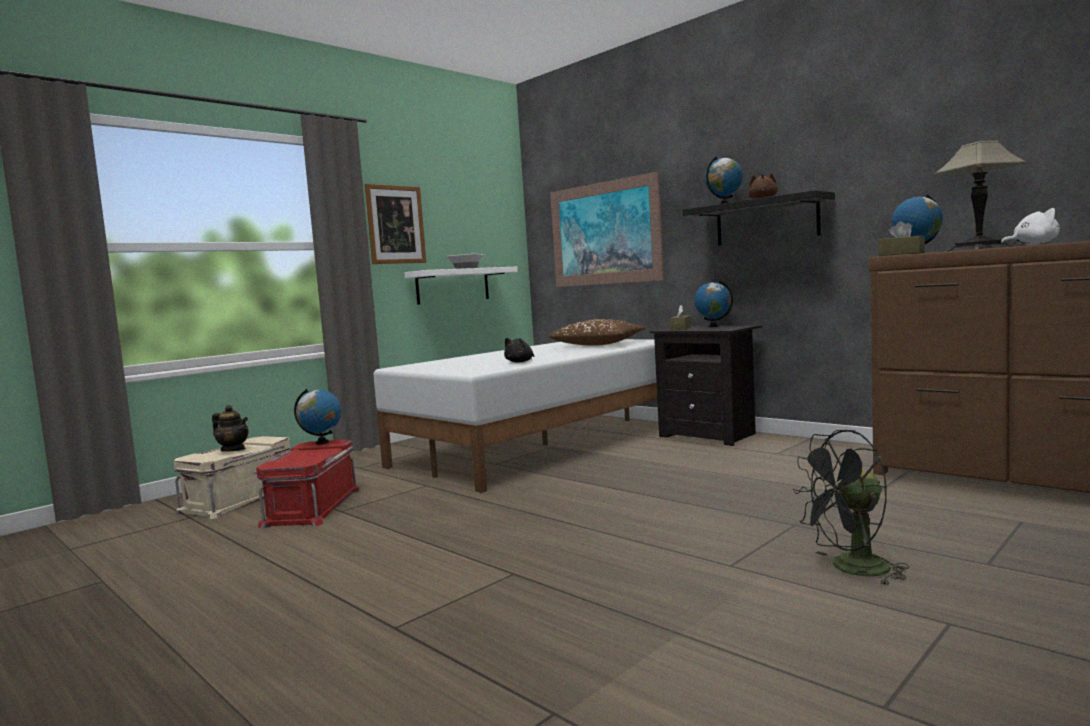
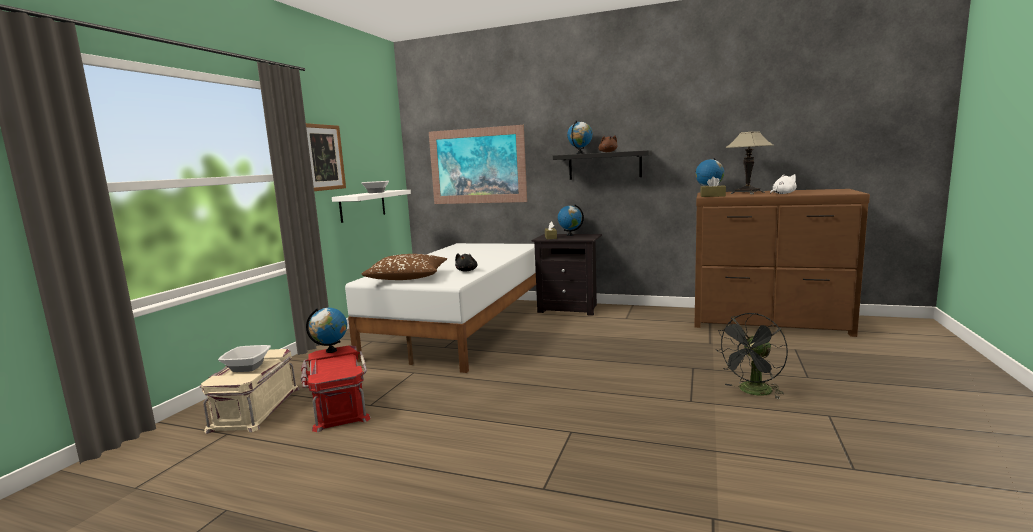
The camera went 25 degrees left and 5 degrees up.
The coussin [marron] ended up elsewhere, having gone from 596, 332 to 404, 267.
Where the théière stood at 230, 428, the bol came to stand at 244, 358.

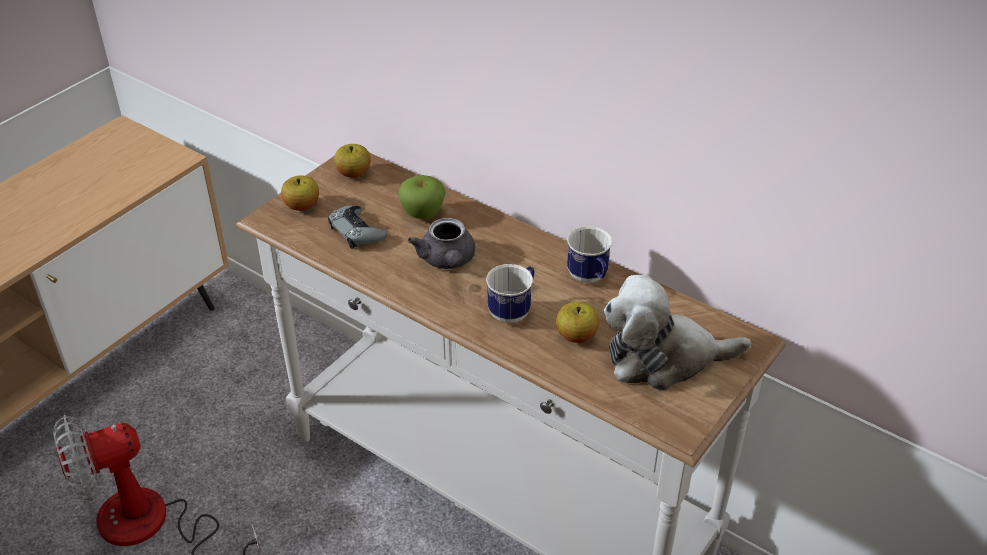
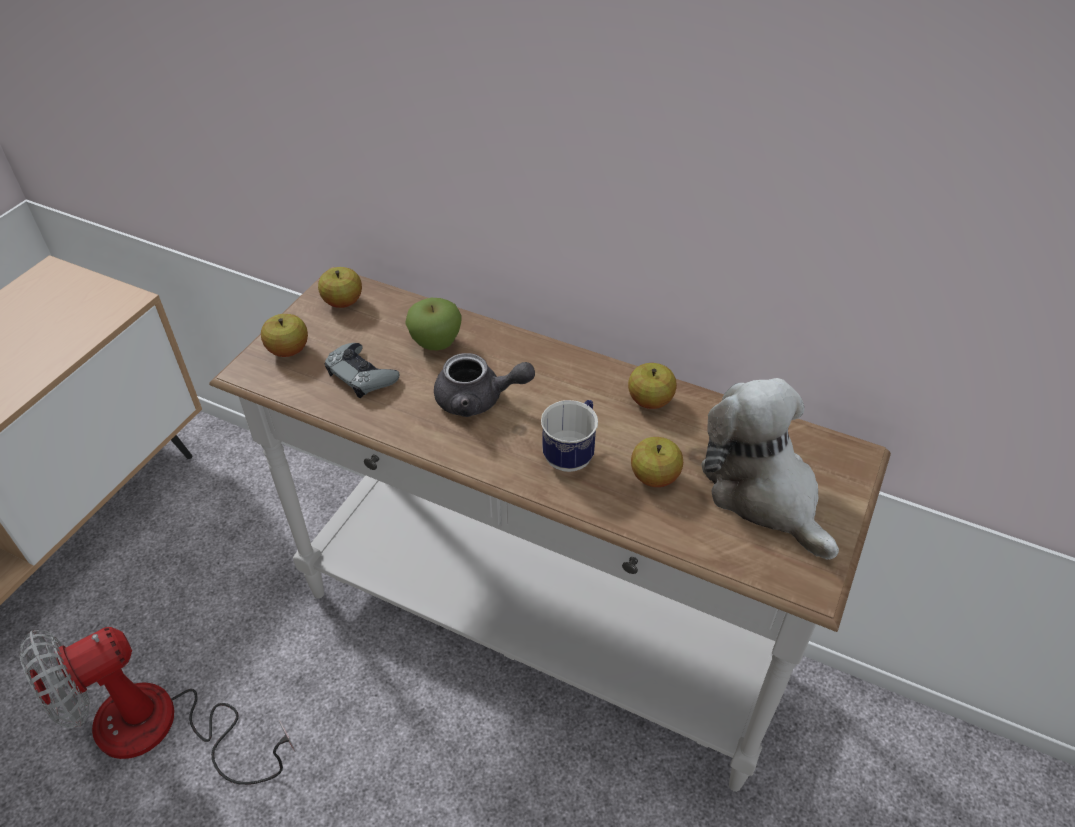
The camera went 10 degrees left and 5 degrees up.
The théière [gris] at 441, 243 ended up facing another way, 60 degrees counterclockwise from before.
Where the mug stood at 589, 254, the pomme came to stand at 652, 386.
The peluche at 677, 333 ended up facing another way, 75 degrees clockwise from before.

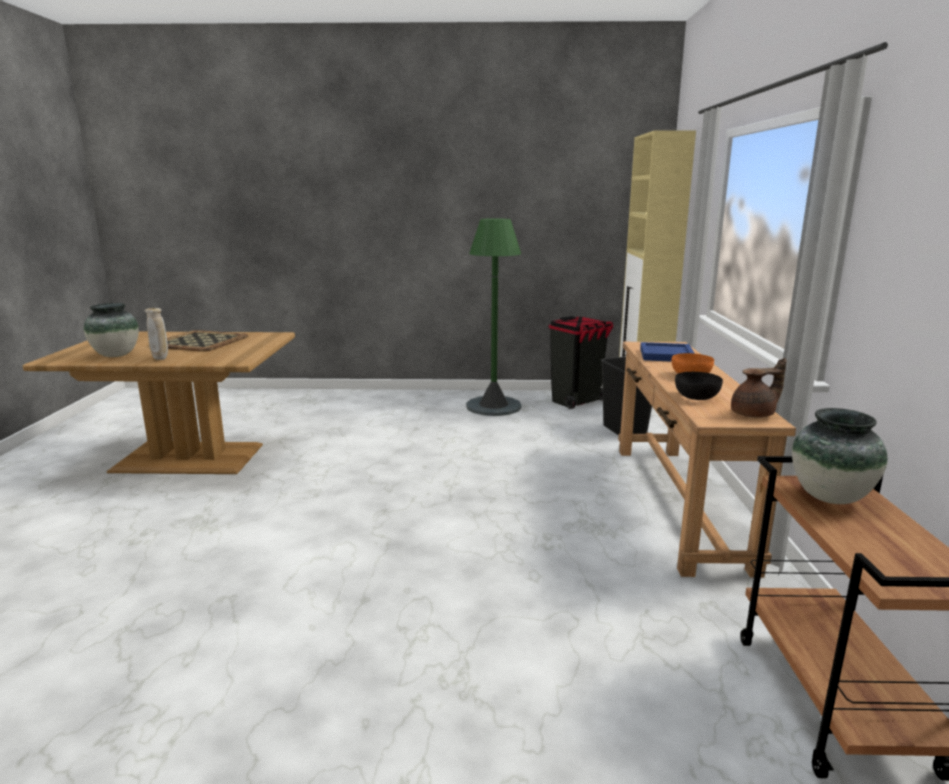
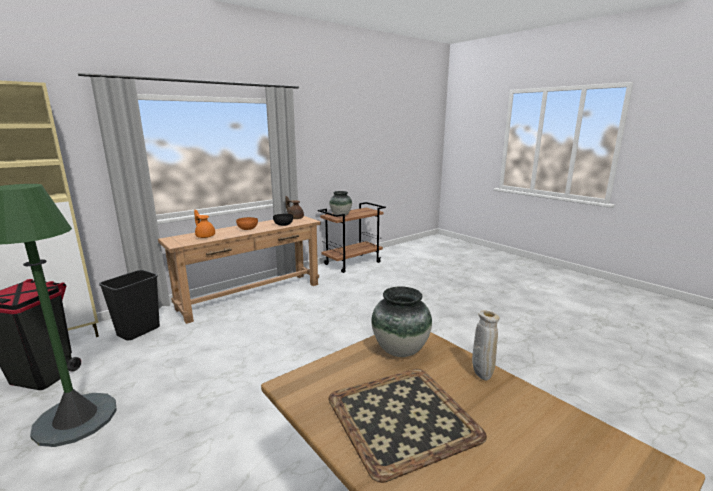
The camera went 130 degrees left and 0 degrees up.
The vase ended up elsewhere, having gone from 111, 330 to 401, 321.
Where the plateau [bleu] stood at 667, 352, the théière [orange] came to stand at 204, 224.

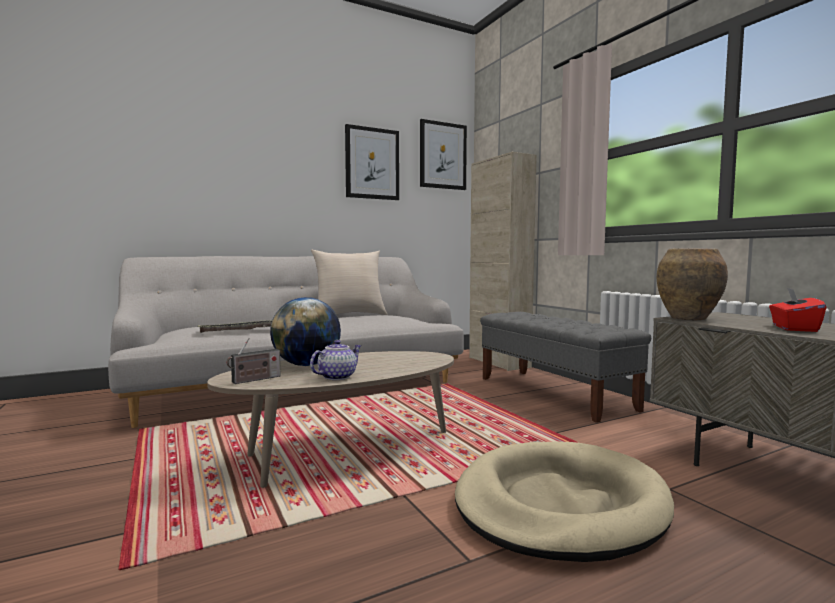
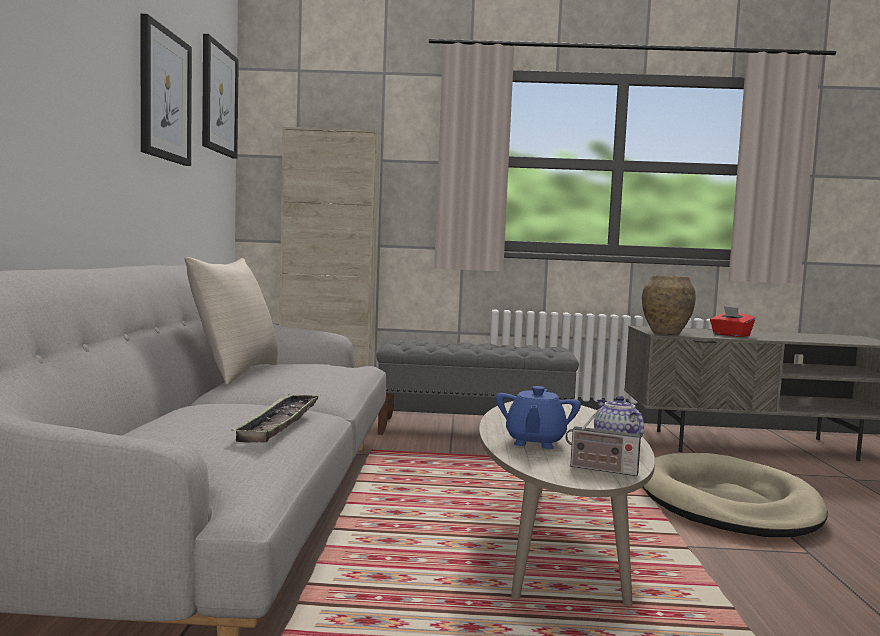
The camera went 60 degrees left and 0 degrees up.
Where the globe stood at 305, 331, the théière [bleu] came to stand at 538, 417.
The radio at 254, 361 ended up facing another way, 120 degrees clockwise from before.

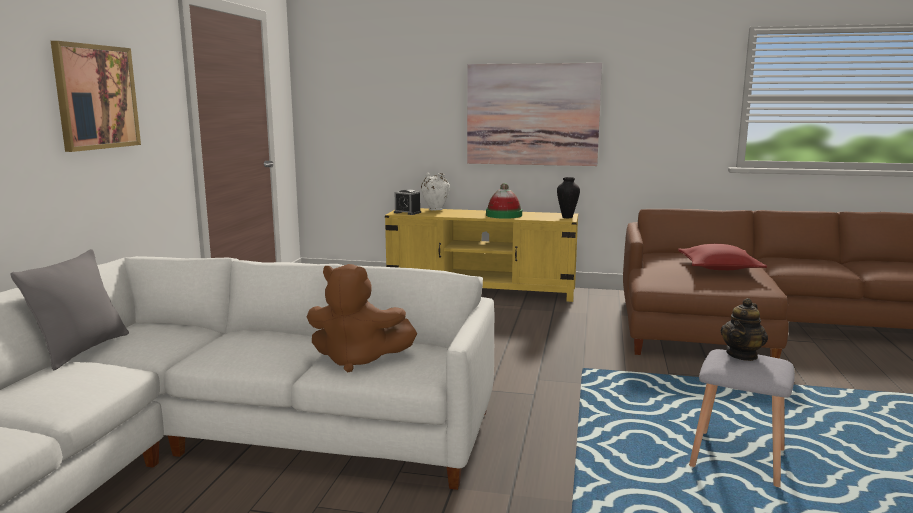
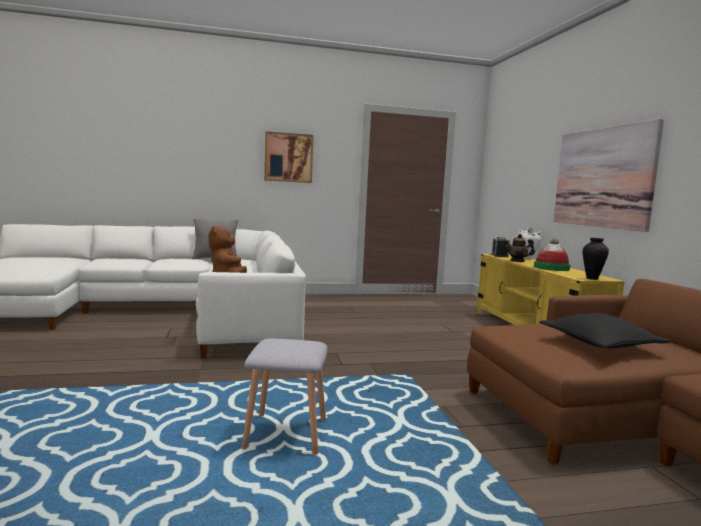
The camera went 65 degrees right and 5 degrees down.
What was the coussin [rouge] at 722, 257 turned into the coussin [noir] at 605, 330.
The théière ended up elsewhere, having gone from 744, 329 to 519, 248.

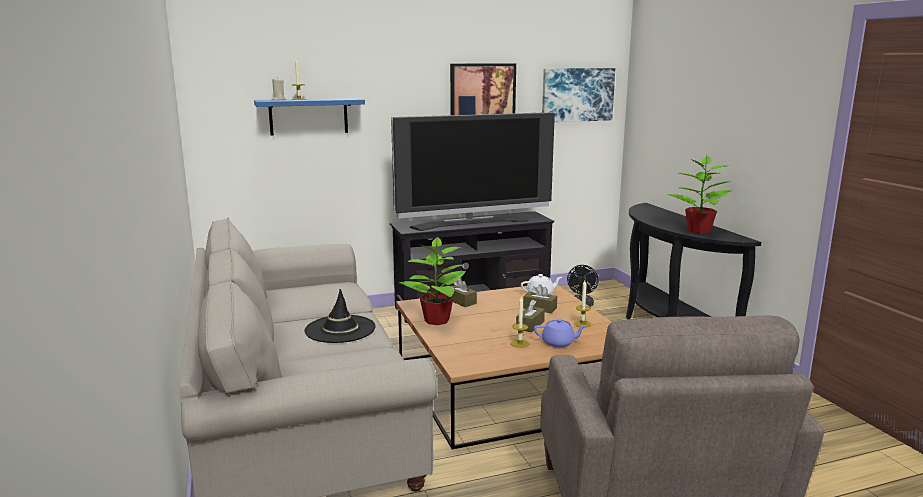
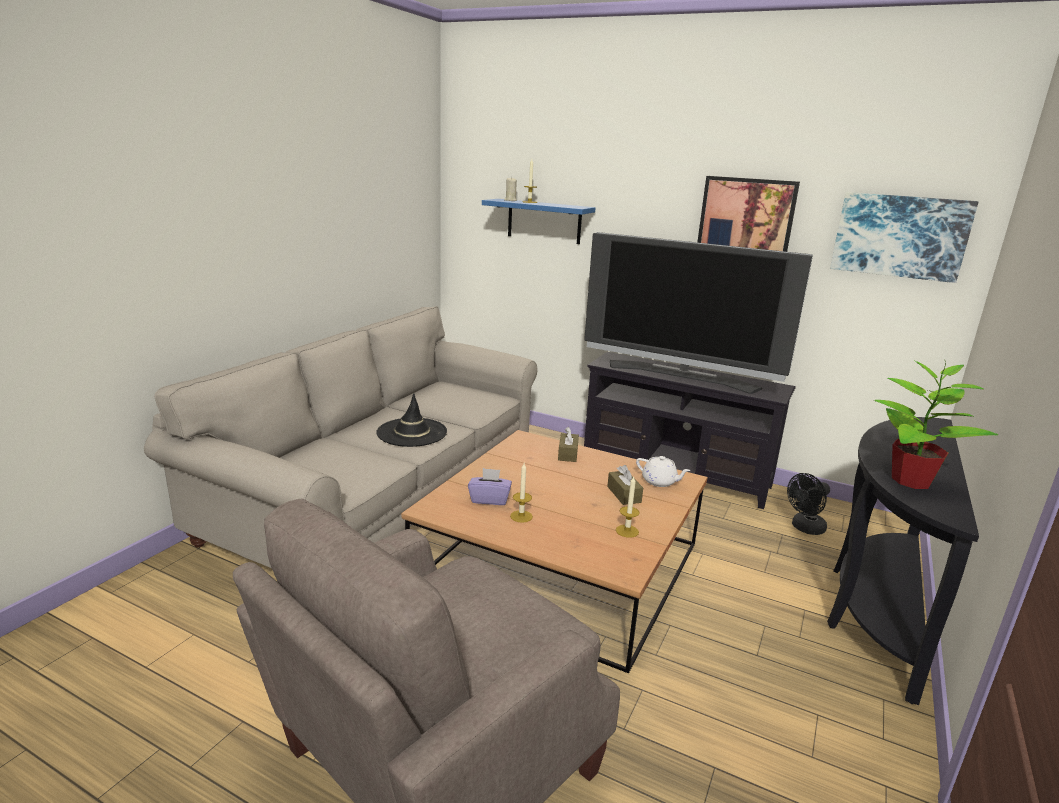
The camera went 45 degrees right and 5 degrees up.
The second view lost the plante en pot at 432, 281.
The second view lost the boîte à mouchoirs [marron] at 530, 316.
The second view lost the théière [violet] at 560, 332.
The second view gained the boîte à mouchoirs [violet] at 490, 486.

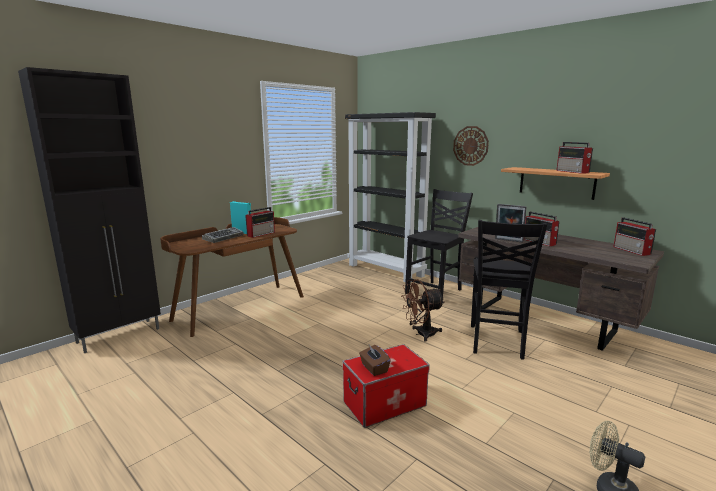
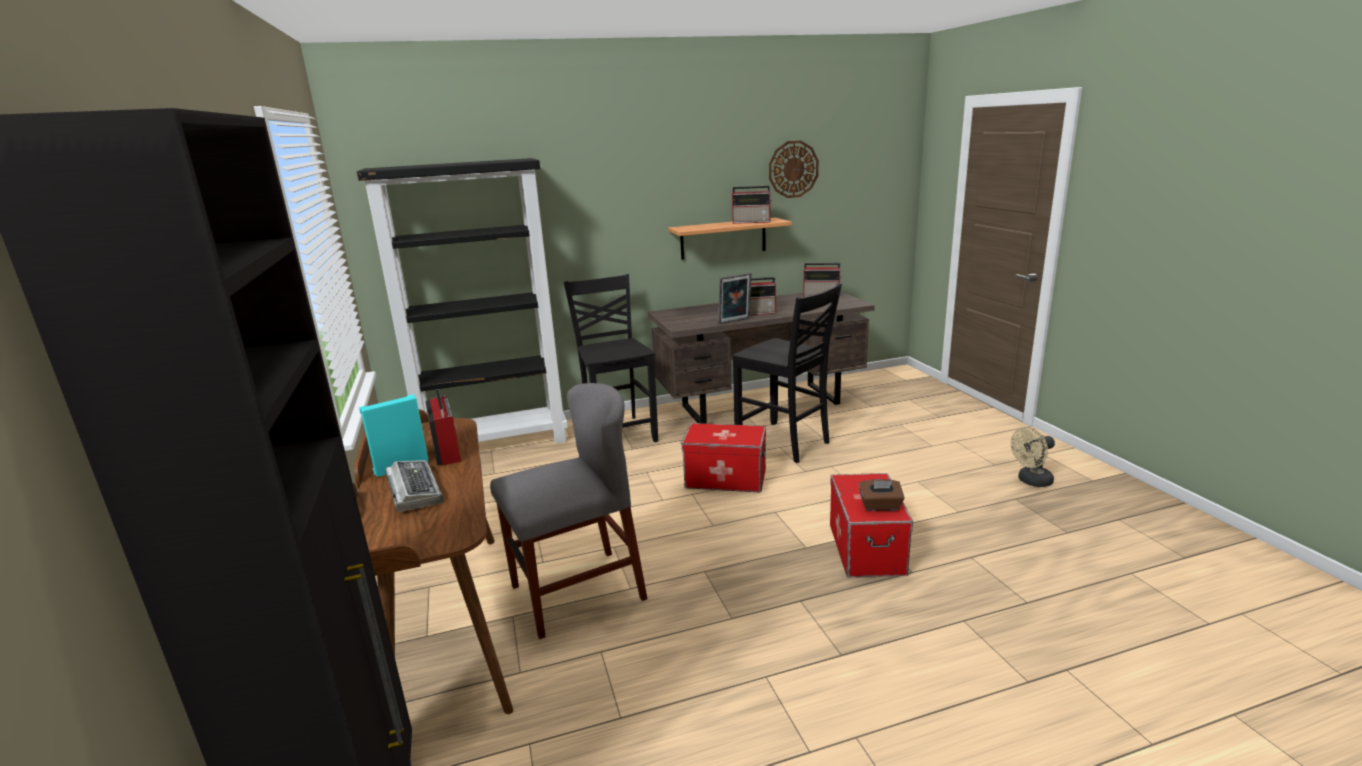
The camera went 60 degrees left and 5 degrees up.
The horloge murale ended up elsewhere, having gone from 471, 146 to 794, 169.
Where the ventilateur [marron] stood at 423, 310, the boîte de rangement came to stand at 724, 458.
The second view gained the chaise [gris] at 568, 511.

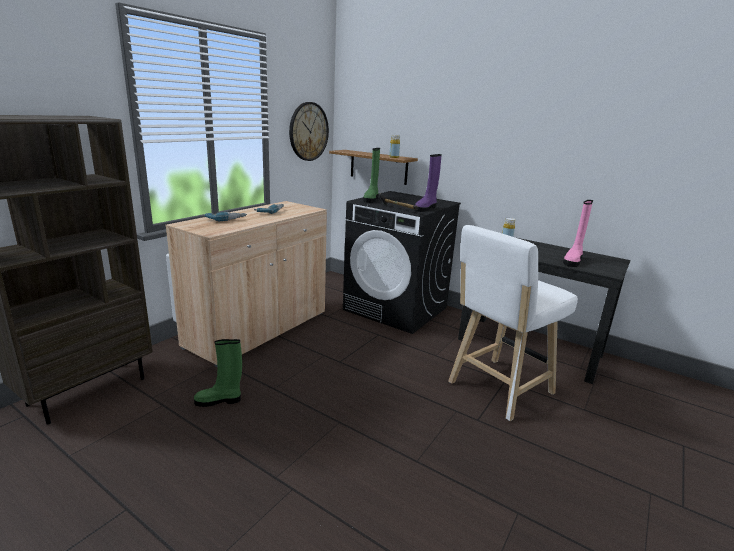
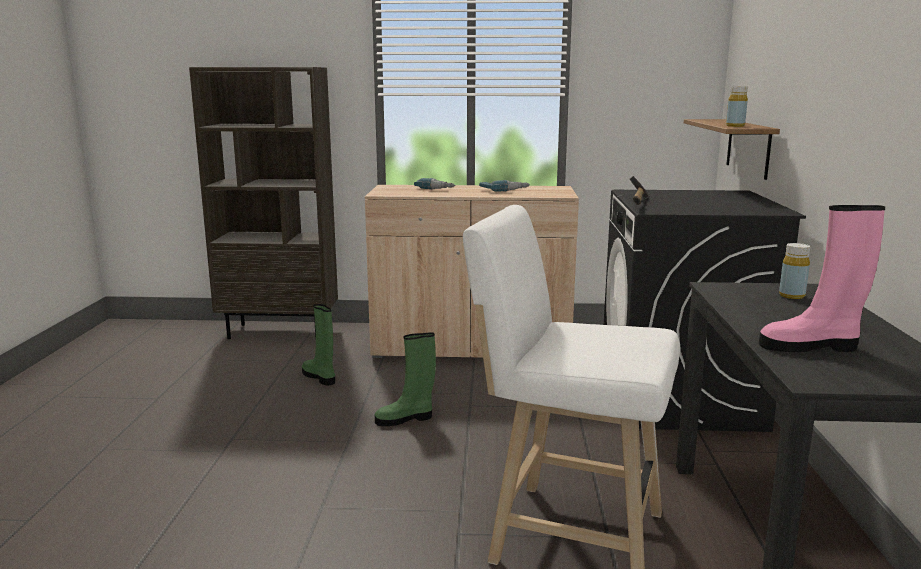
The camera went 60 degrees right and 5 degrees down.
The second view lost the horloge murale at 309, 131.
The botte [vert] ended up elsewhere, having gone from 371, 175 to 405, 379.
The second view lost the botte [violet] at 428, 183.

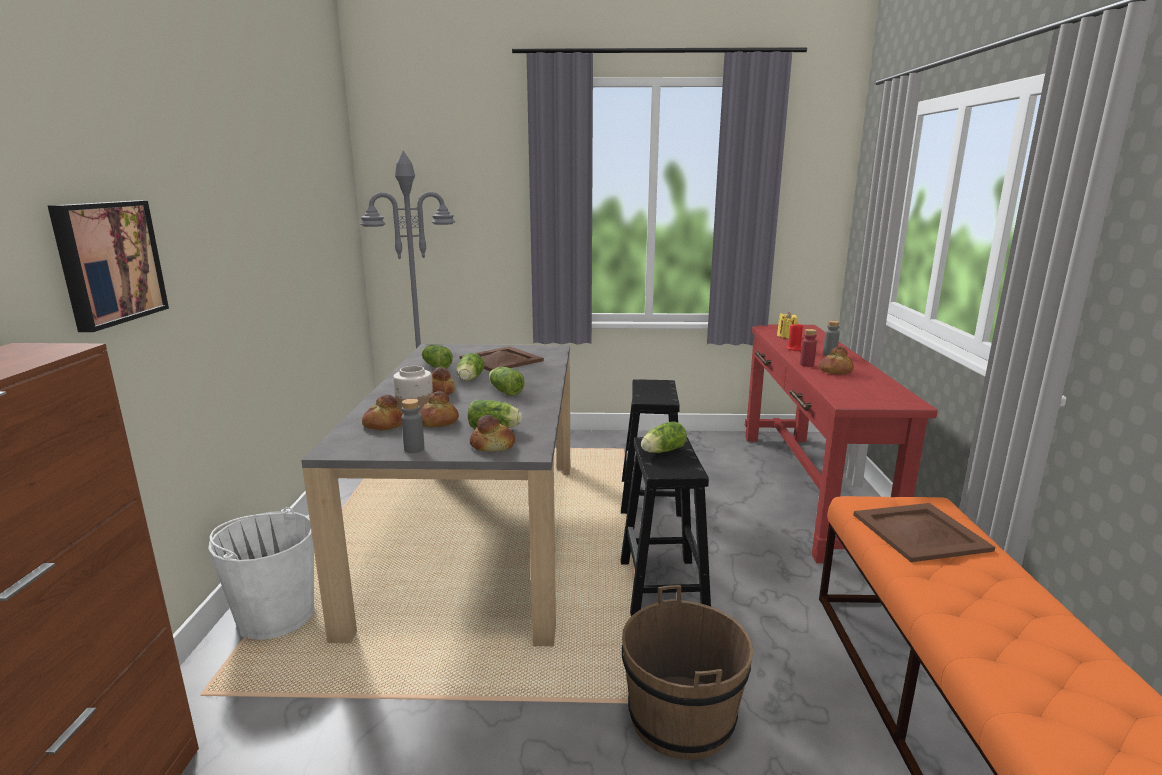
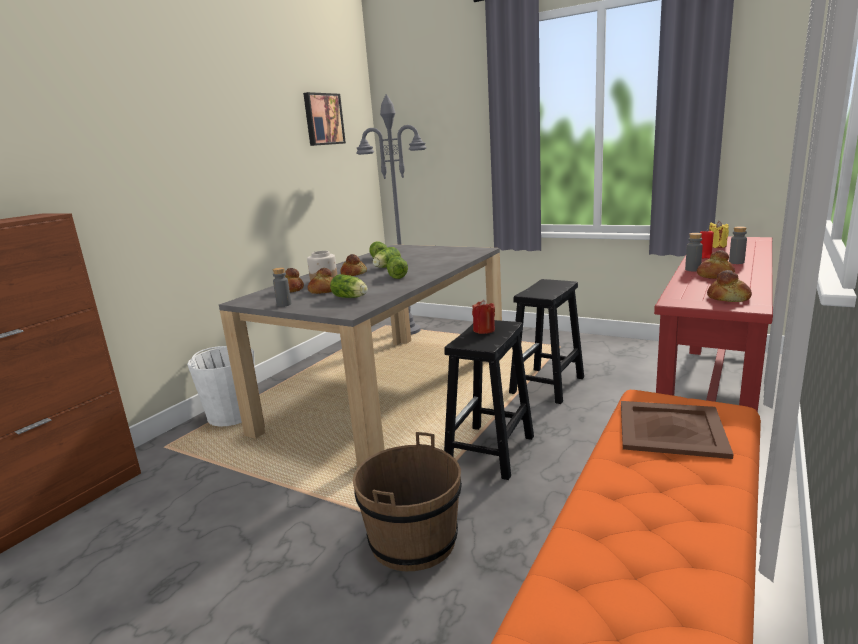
The camera went 30 degrees right and 0 degrees up.
The tableau ended up elsewhere, having gone from 108, 266 to 324, 119.
What was the bouteille [rouge] at 808, 348 turned into the bouteille [gris] at 694, 252.
The second view lost the plateau [marron] at 502, 359.
The pain ended up elsewhere, having gone from 492, 433 to 729, 286.
Where the laitue stood at 664, 437, the bougie [rouge] came to stand at 483, 317.

